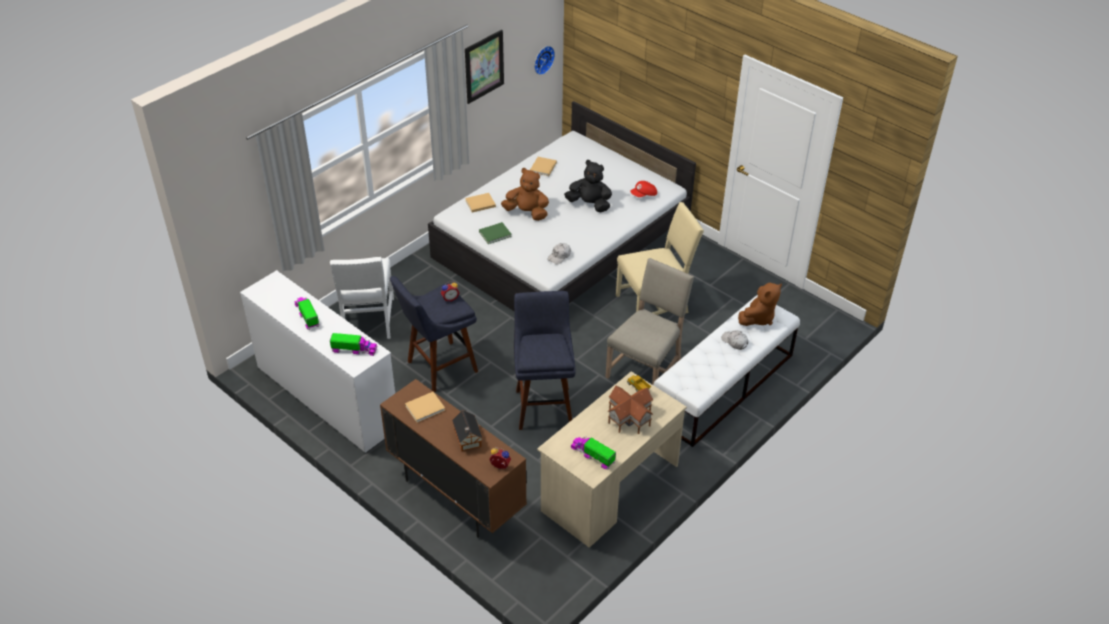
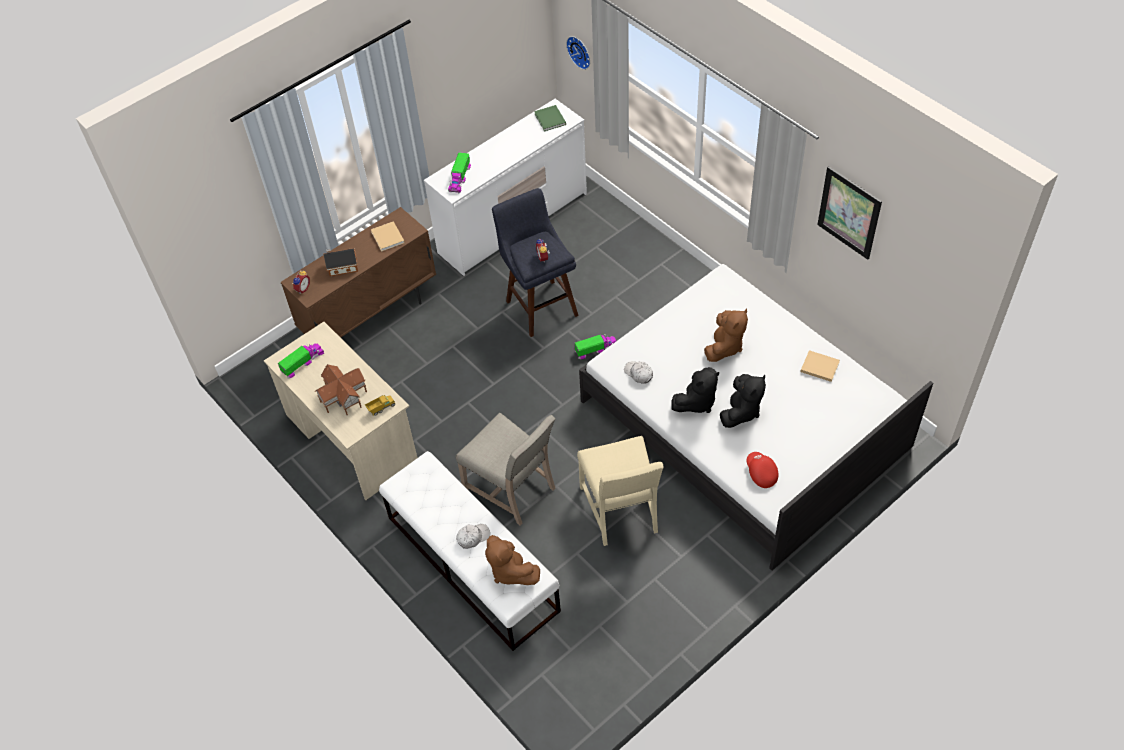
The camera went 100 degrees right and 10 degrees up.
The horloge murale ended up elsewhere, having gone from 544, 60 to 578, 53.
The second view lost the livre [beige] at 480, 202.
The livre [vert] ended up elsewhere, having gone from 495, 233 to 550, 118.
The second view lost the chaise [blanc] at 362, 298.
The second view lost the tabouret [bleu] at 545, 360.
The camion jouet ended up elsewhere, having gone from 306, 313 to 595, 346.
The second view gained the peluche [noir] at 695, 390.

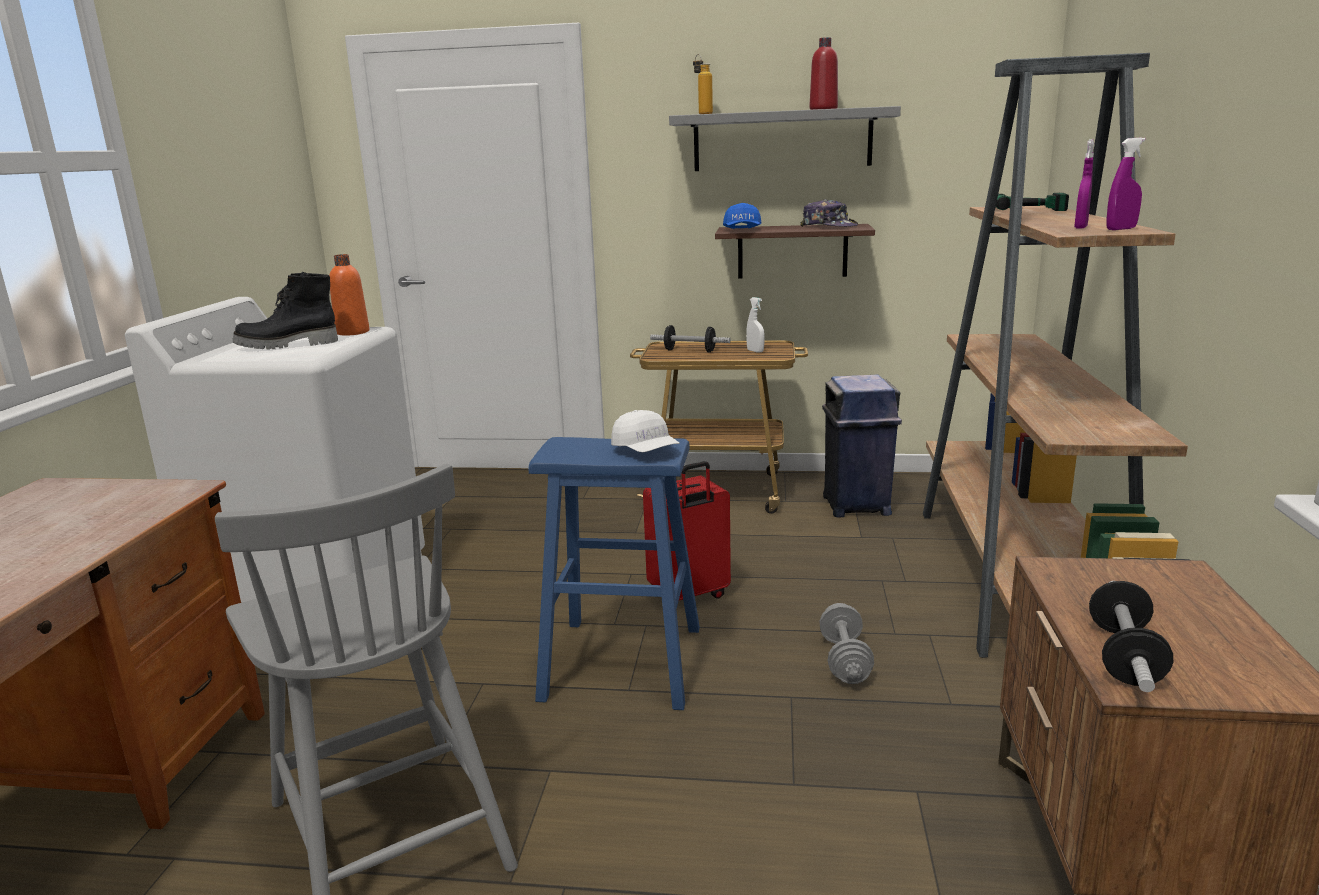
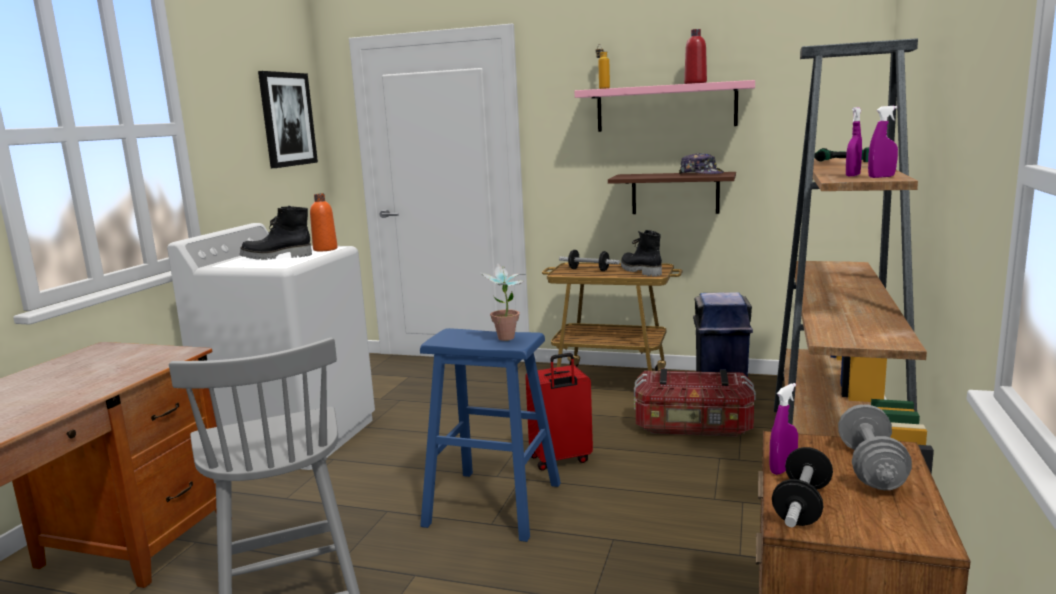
The camera went 10 degrees right and 5 degrees down.
What was the étagère [gris] at 785, 138 turned into the étagère [rose] at 665, 106.
The second view lost the casquette [bleu] at 742, 216.
Where the vaporisateur [blanc] stood at 755, 325, the botte [noir] came to stand at 641, 253.
Where the casquette [blanc] stood at 645, 431, the plante en pot came to stand at 503, 302.
The haltère [gris] ended up elsewhere, having gone from 846, 643 to 875, 447.
The second view gained the tableau at 288, 119.
The second view gained the boîte de rangement at 695, 403.
The second view gained the vaporisateur [violet] at 783, 429.

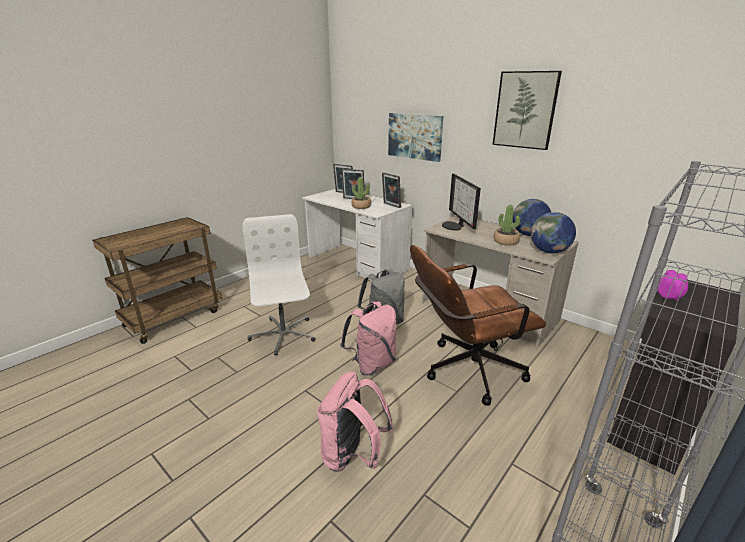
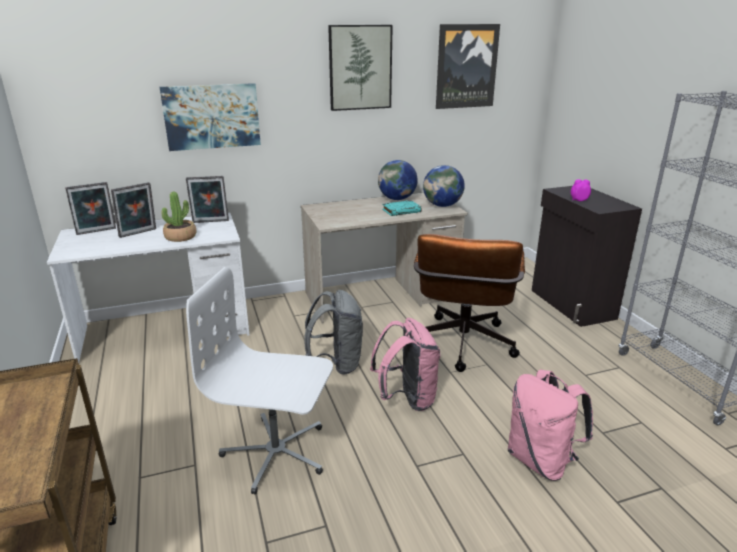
The camera went 60 degrees left and 0 degrees up.
The second view lost the écran d'ordinateur at 461, 202.
Where the plante en pot stood at 506, 225, the livre [turquoise] came to stand at 402, 208.
The second view gained the tableau at 468, 66.

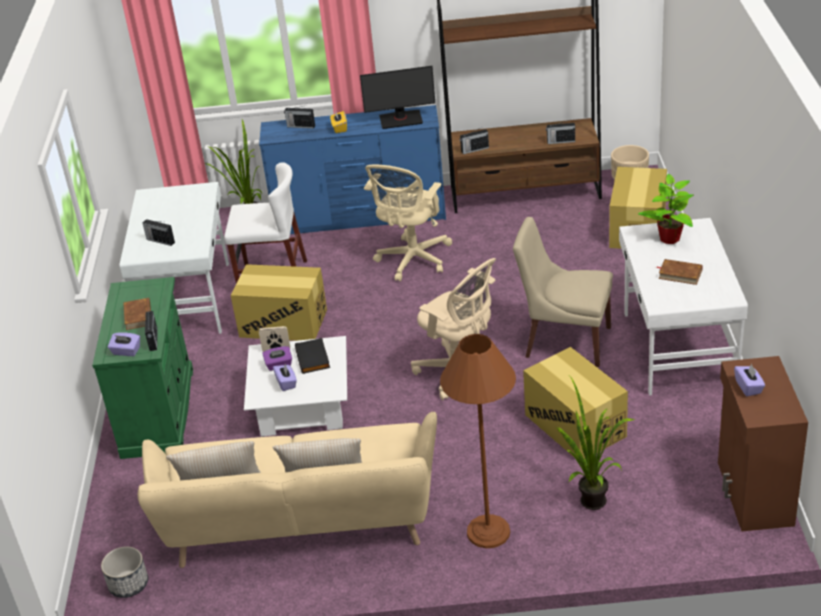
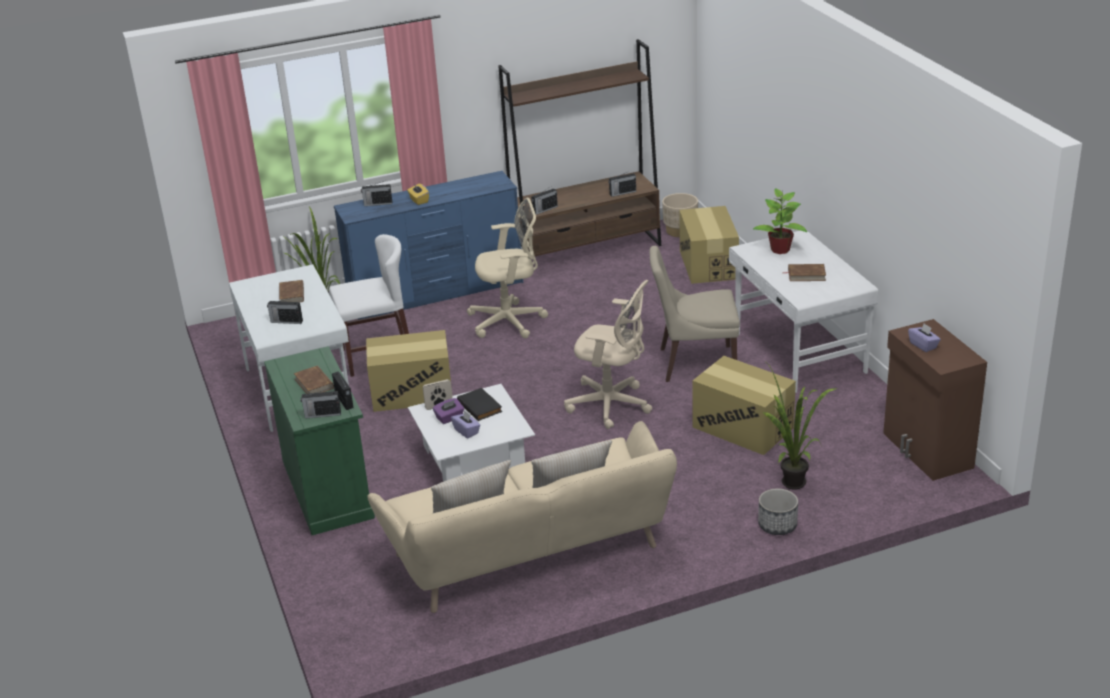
The camera went 20 degrees left and 5 degrees down.
The second view lost the écran d'ordinateur at 397, 97.
The chaise de bureau [beige] at 408, 223 ended up facing another way, 105 degrees counterclockwise from before.
Where the boîte à mouchoirs [violet] stood at 124, 344, the radio came to stand at 320, 403.
The second view lost the lampadaire [marron] at 478, 441.
The cache-pot ended up elsewhere, having gone from 124, 572 to 778, 511.
The second view gained the livre [marron] at 291, 291.

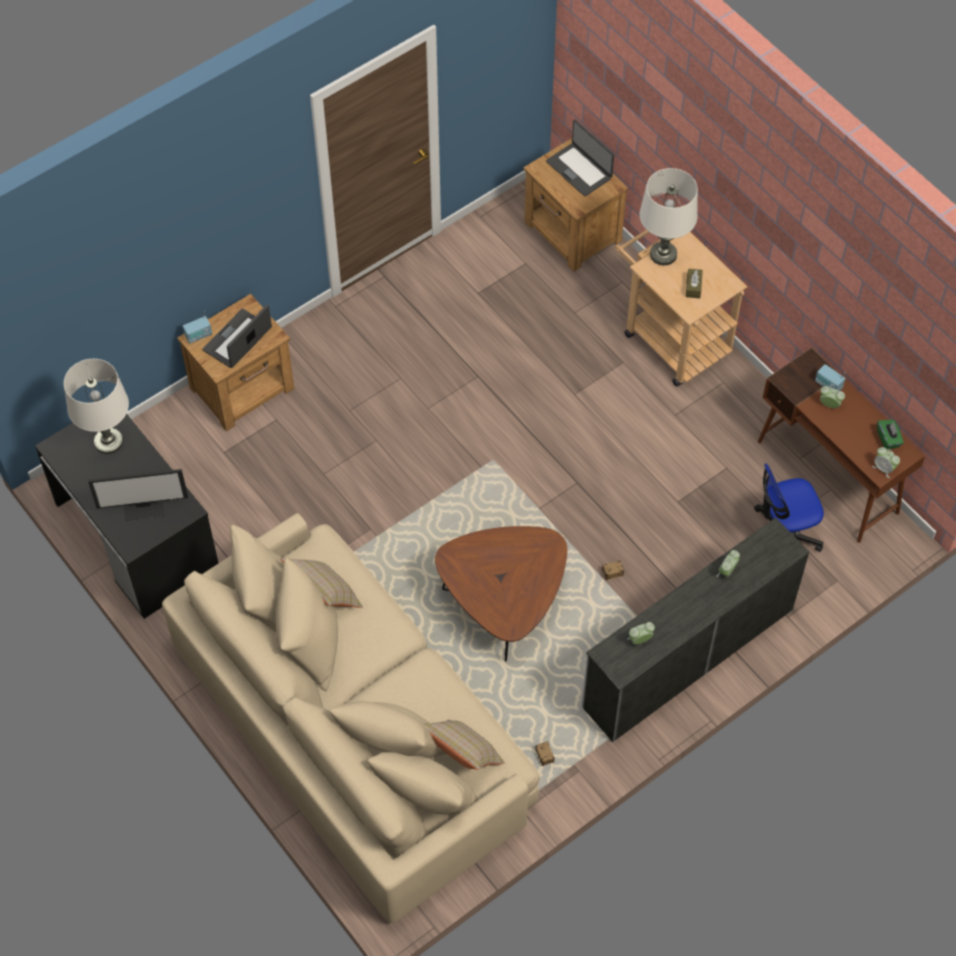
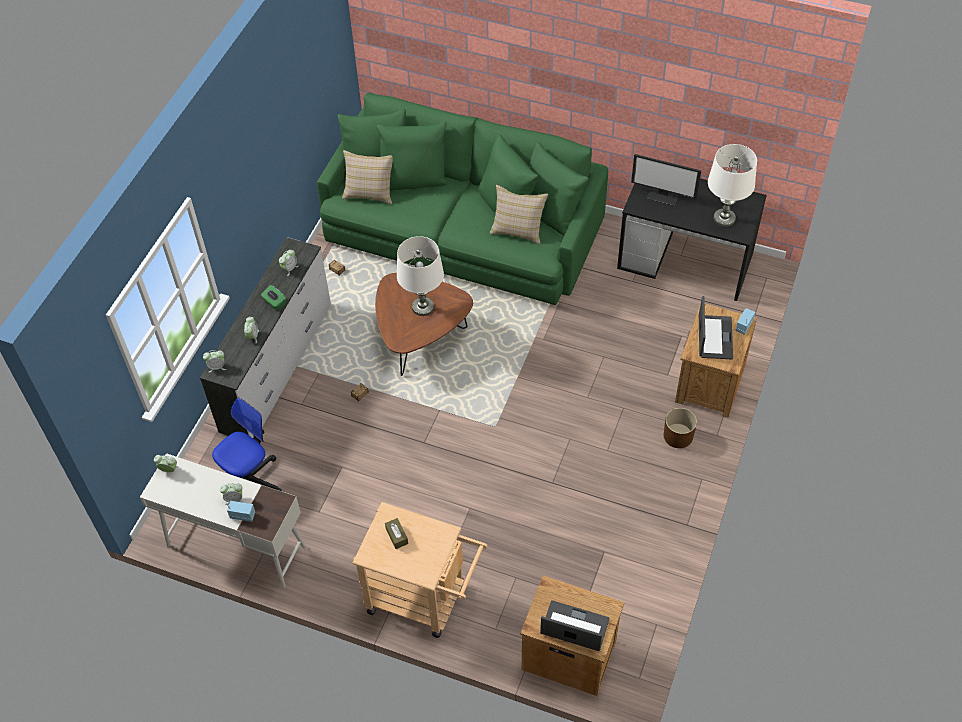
The camera went 150 degrees right and 5 degrees down.
The lampe de table [blanc] ended up elsewhere, having gone from 669, 216 to 420, 276.
What was the bureau [marron] at 841, 445 turned into the bureau [blanc] at 223, 520.
The boîte à mouchoirs [vert] ended up elsewhere, having gone from 890, 434 to 273, 297.
The écran d'ordinateur at 138, 495 ended up facing another way, 120 degrees counterclockwise from before.
What was the canapé [beige] at 351, 718 turned into the canapé [vert] at 462, 198.
The second view gained the réveil at 214, 361.
The second view gained the cache-pot [marron] at 680, 428.

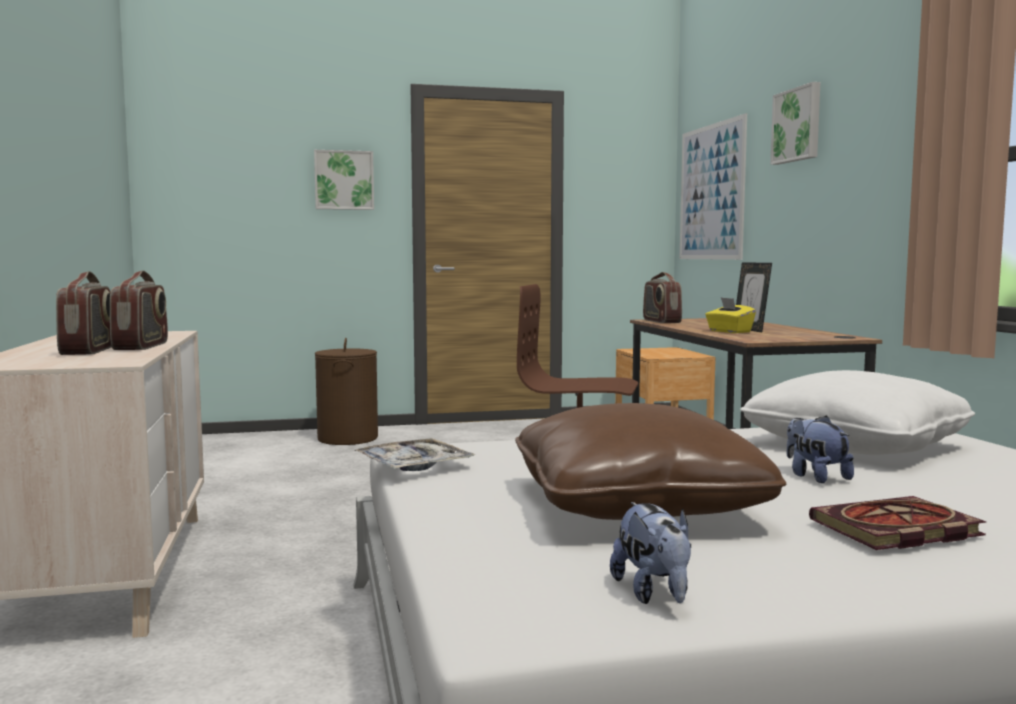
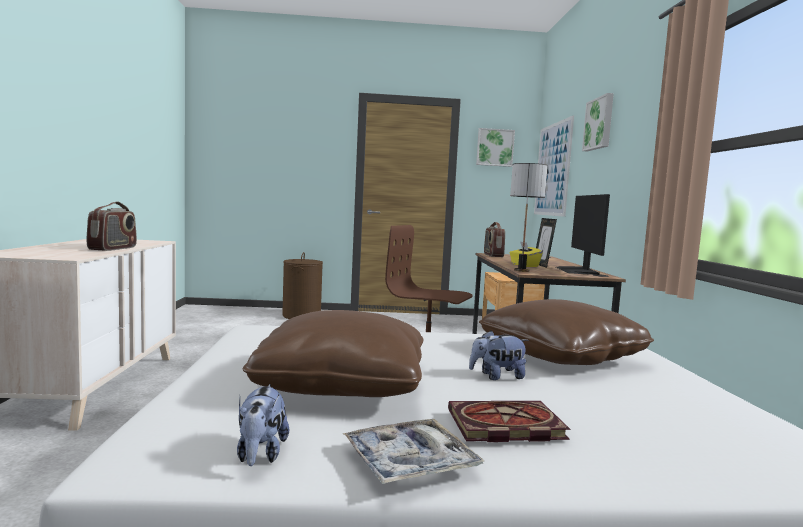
The camera went 10 degrees right and 0 degrees up.
The tableau ended up elsewhere, having gone from 344, 180 to 495, 147.
The second view lost the radio at 84, 313.
What was the coussin [blanc] at 857, 412 turned into the coussin [marron] at 566, 332.
The peluche at 820, 449 ended up facing another way, 90 degrees counterclockwise from before.
The plateau ended up elsewhere, having gone from 414, 454 to 413, 451.
The second view gained the lampe de table at 529, 217.
The second view gained the écran d'ordinateur at 583, 234.

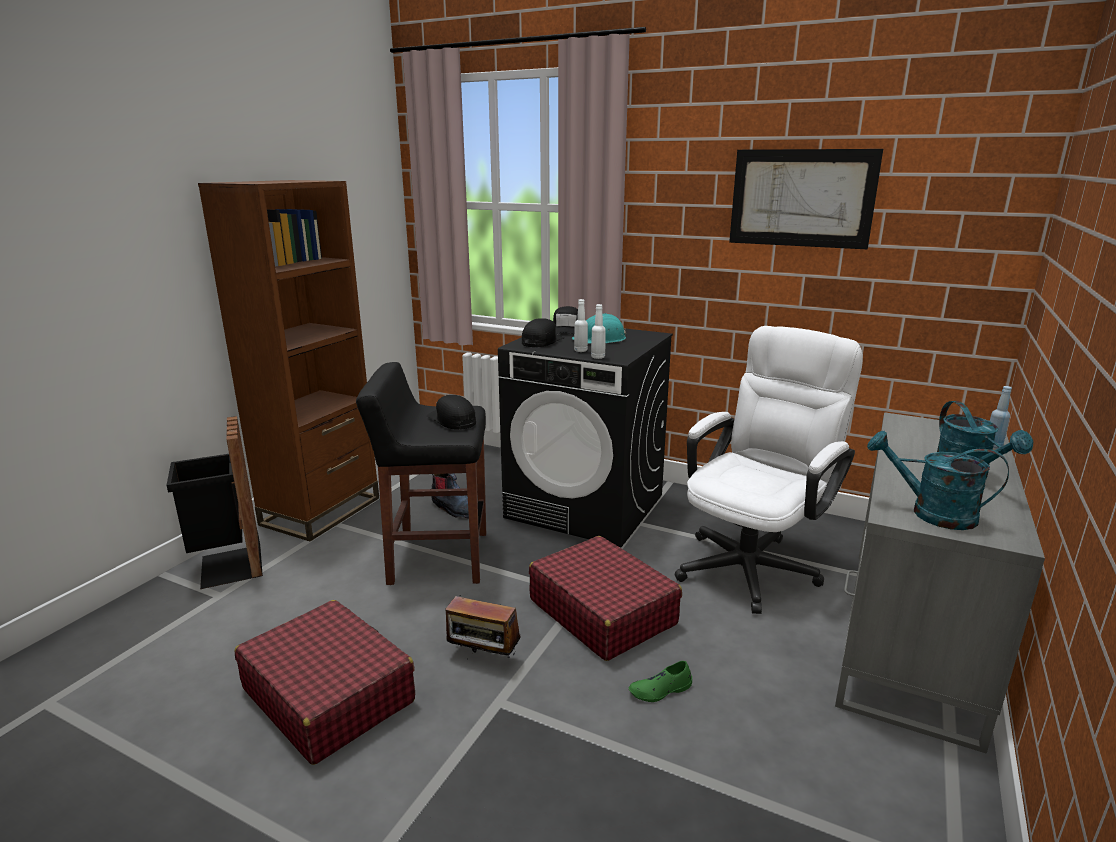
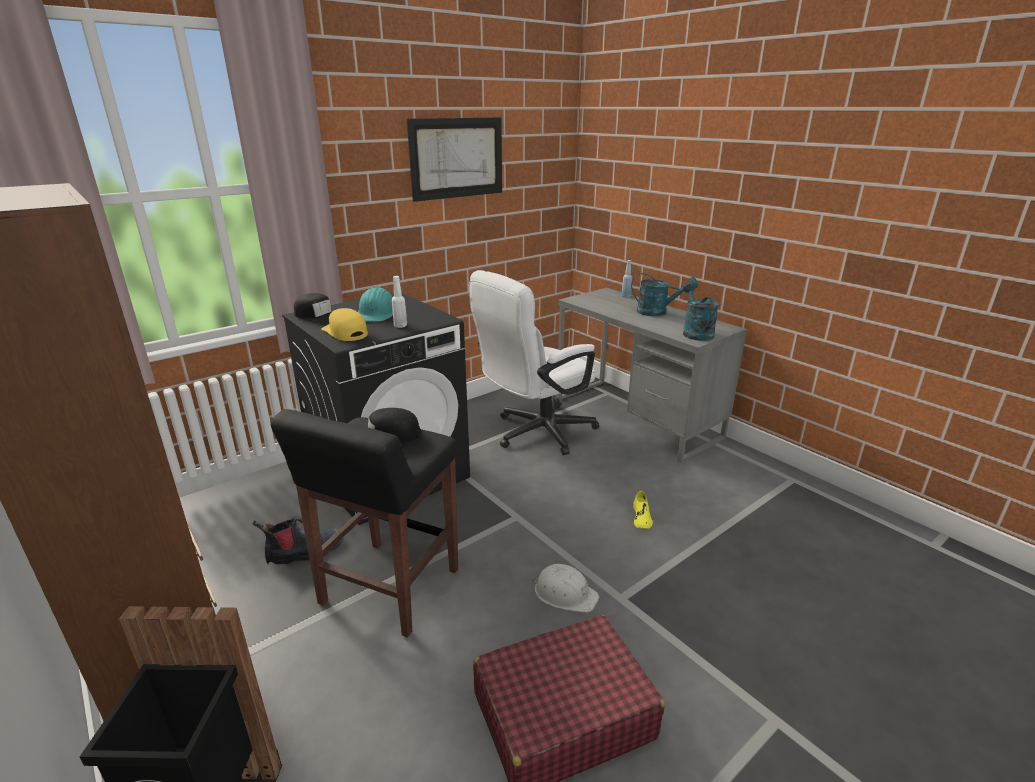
The camera went 65 degrees left and 5 degrees up.
The second view lost the bouteille [blanc] at 598, 331.
What was the casquette [noir] at 543, 332 turned into the casquette [jaune] at 344, 324.
The chaise de bureau [blanc] at 769, 470 ended up facing another way, 105 degrees counterclockwise from before.
The arrosoir [turquoise] at 938, 480 ended up facing another way, 120 degrees clockwise from before.
The second view lost the valise [rouge] at 605, 598.
Where the radio stood at 483, 627, the casque de chantier [blanc] came to stand at 565, 588.
What was the chaussure [vert] at 660, 681 turned into the chaussure [jaune] at 643, 510.

